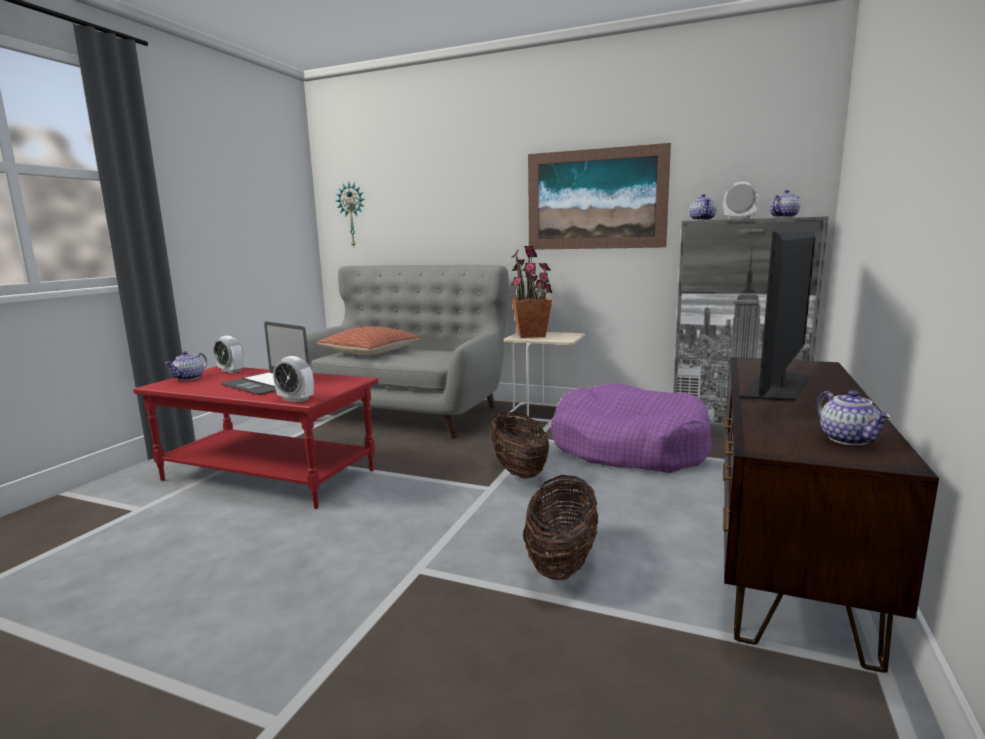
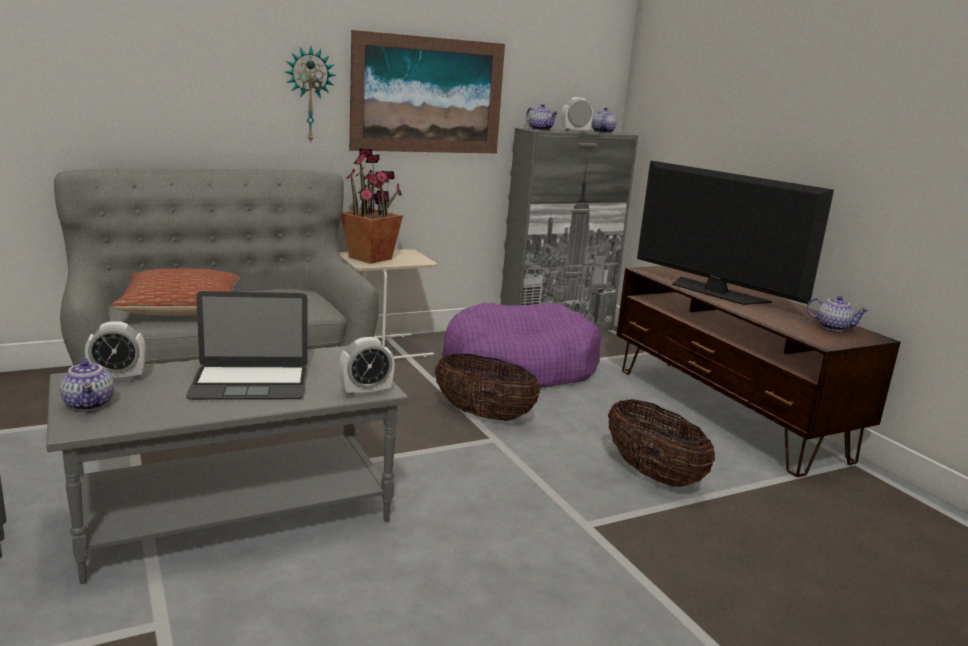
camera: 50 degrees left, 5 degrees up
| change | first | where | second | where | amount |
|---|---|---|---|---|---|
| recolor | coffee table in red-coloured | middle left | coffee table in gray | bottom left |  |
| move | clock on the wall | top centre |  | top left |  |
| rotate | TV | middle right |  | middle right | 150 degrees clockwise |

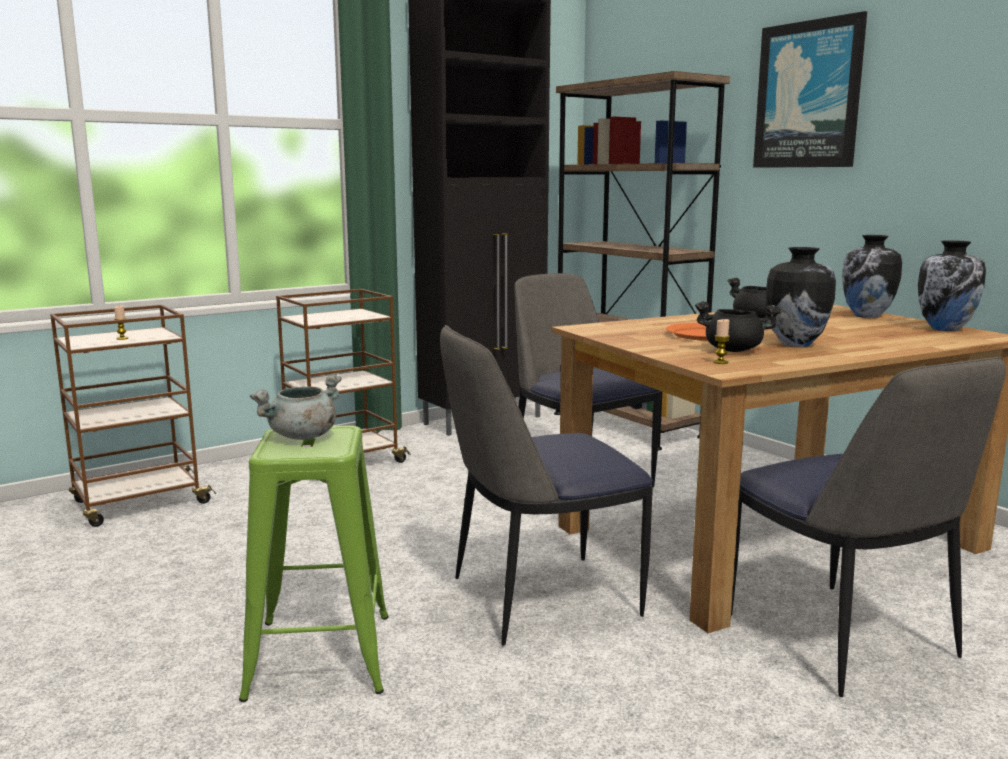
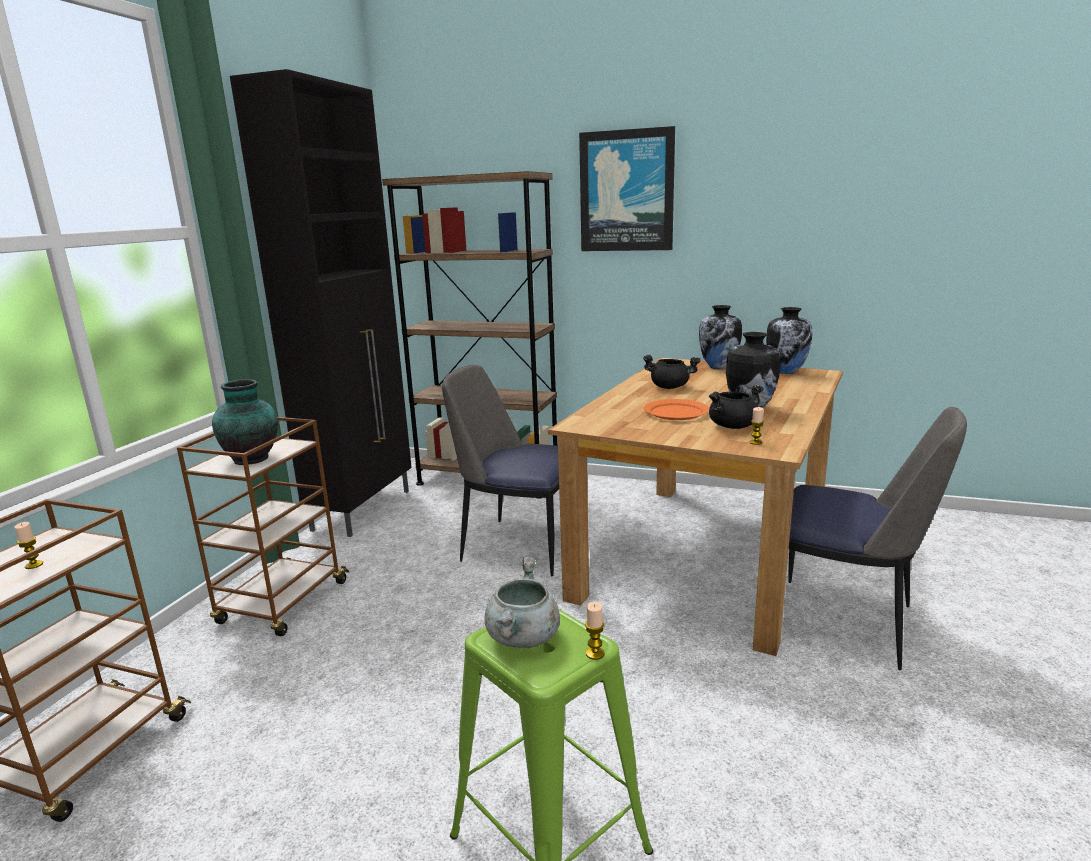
camera: 35 degrees left, 5 degrees up
| change | first | where | second | where | amount |
|---|---|---|---|---|---|
| delete | chair (1st from left) | centre |  |  |  |
| insert |  |  | flower vase (1st from left) | middle left |  |
| insert |  |  | candle (2nd from left) | bottom centre |  |

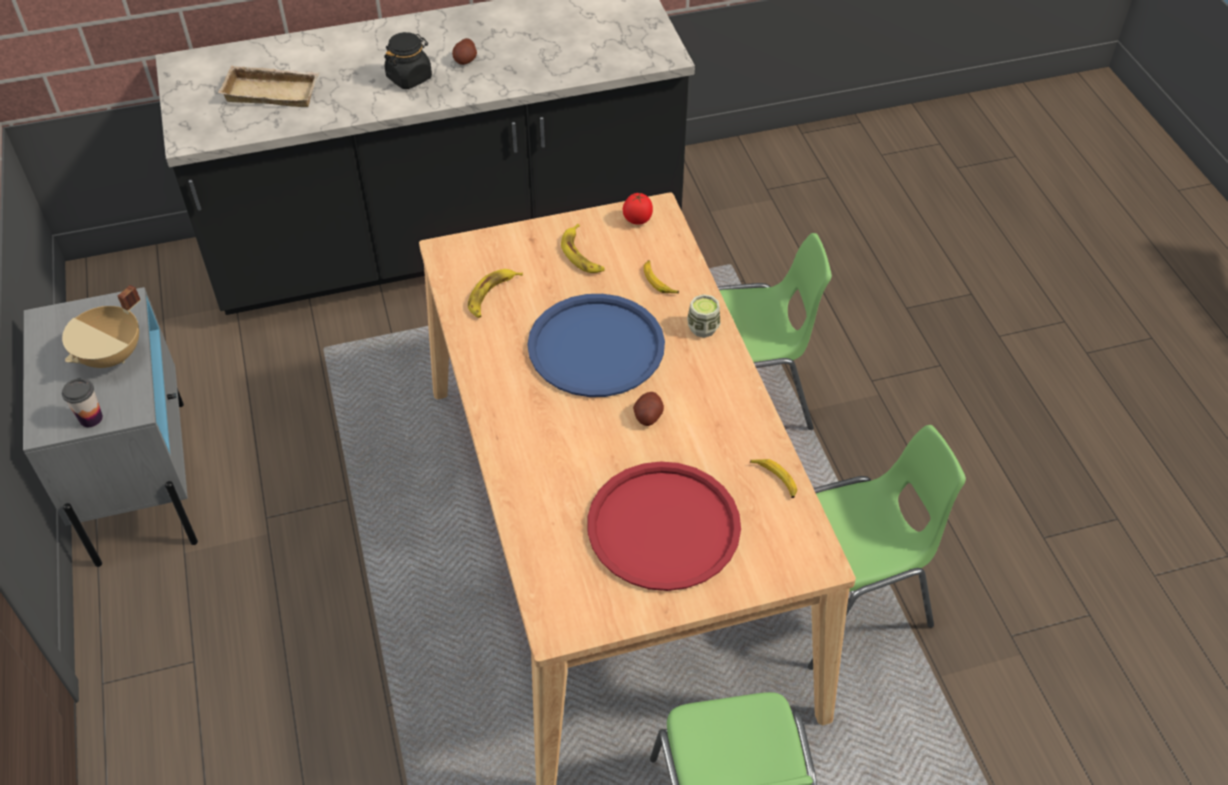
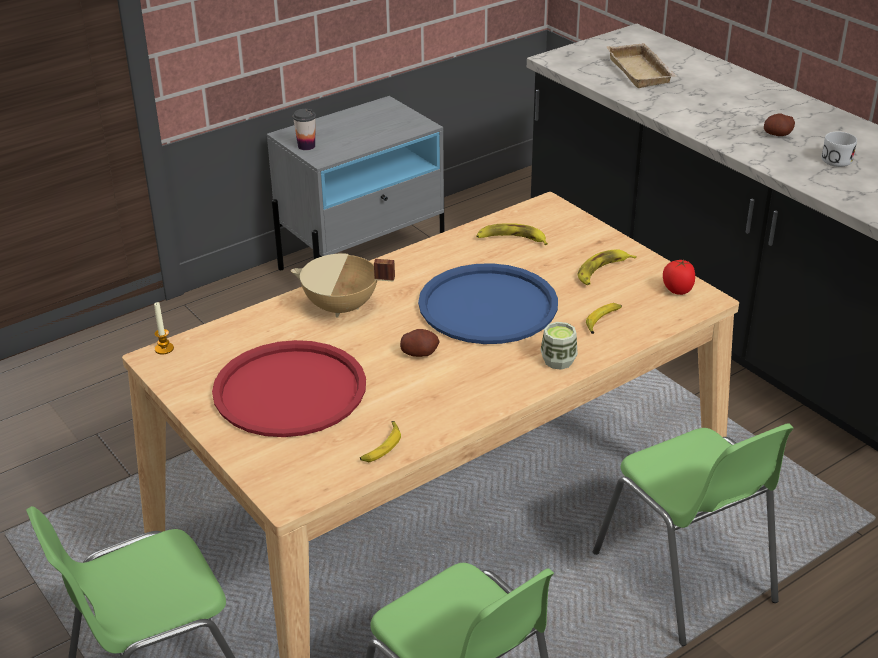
camera: 70 degrees right, 15 degrees down
| change | first | where | second | where | amount |
|---|---|---|---|---|---|
| move | stockpot in beige | middle left |  | centre |  |
| delete | jar in black-coloured | top left |  |  |  |
| insert |  |  | candle | middle left |  |
| insert |  |  | coffee mug in white | top right |  |

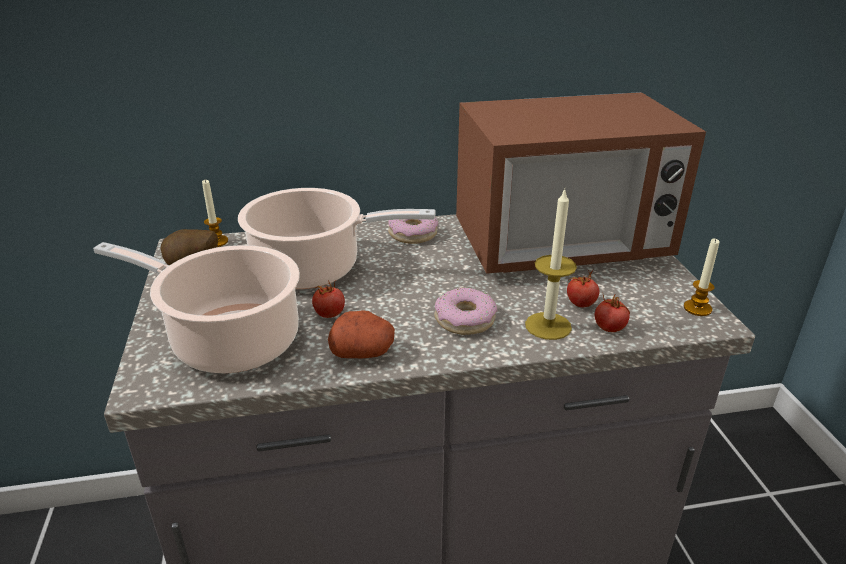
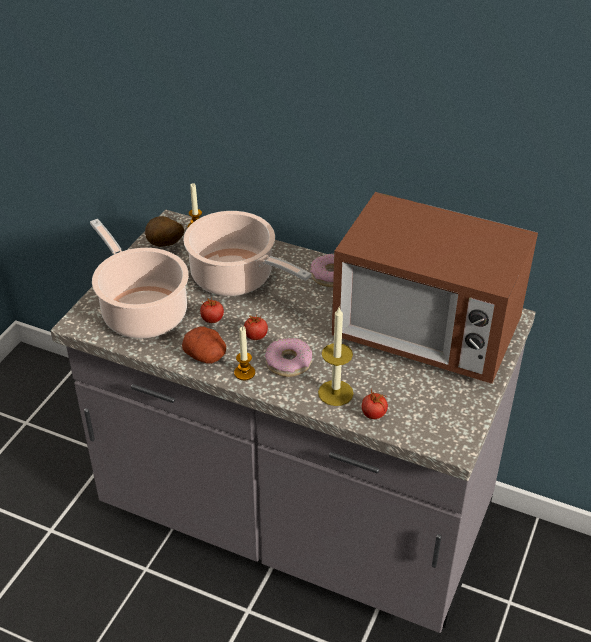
camera: 35 degrees right, 10 degrees up
| change | first | where | second | where | amount |
|---|---|---|---|---|---|
| move | tomato (2nd from left) | middle right |  | centre |  |
| move | candle (3rd from left in the first image) | middle right | candle (2nd from left) | centre |  |

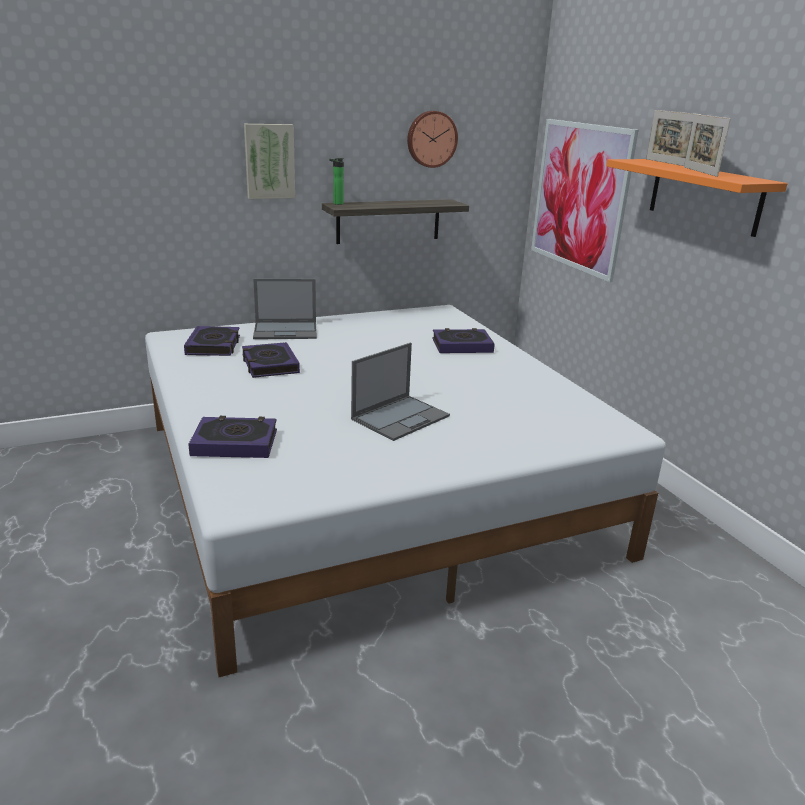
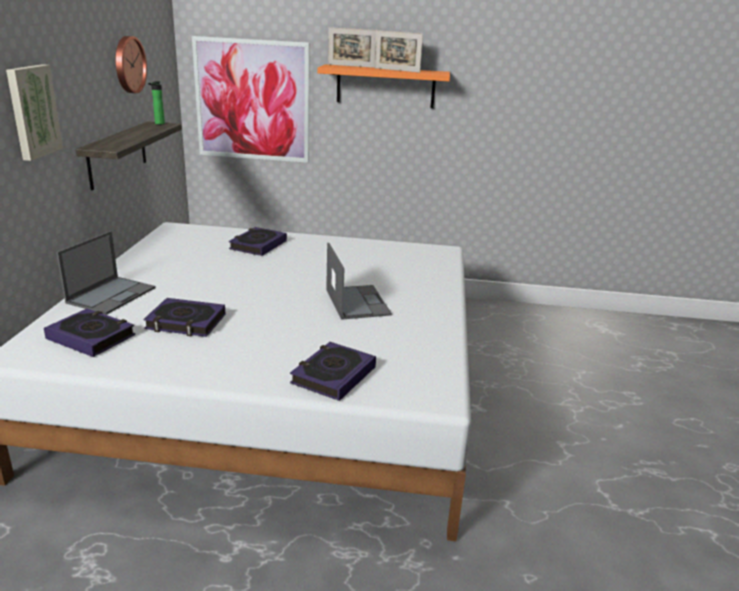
camera: 60 degrees left, 0 degrees up
| change | first | where | second | where | amount |
|---|---|---|---|---|---|
| move | drink bottle | top centre |  | top left |  |

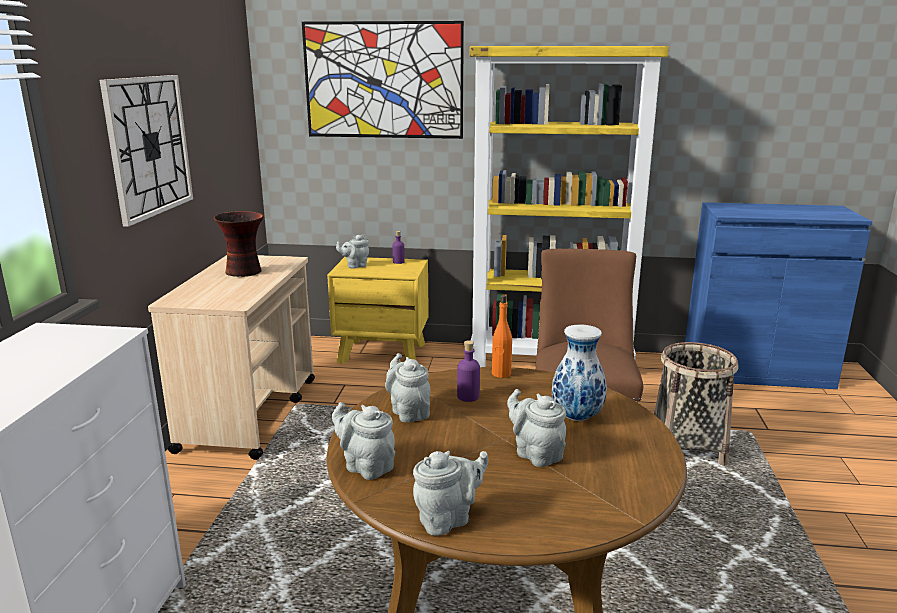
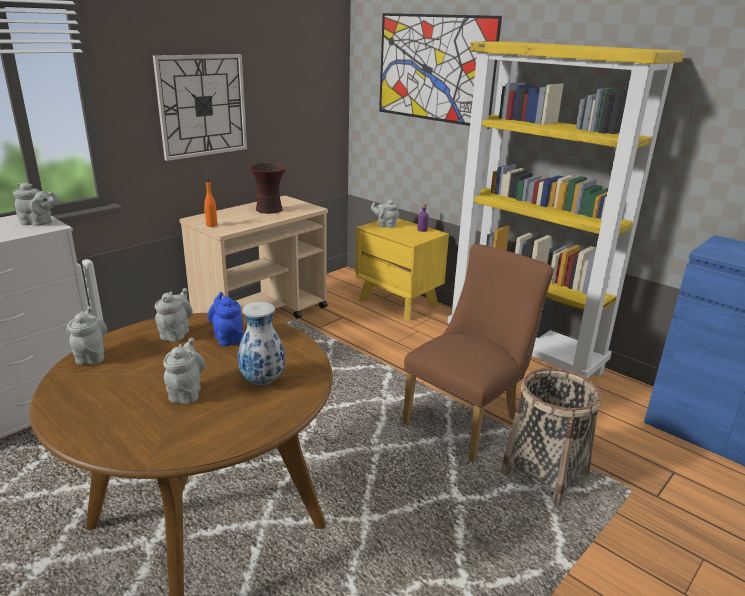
camera: 35 degrees right, 5 degrees up
| change | first | where | second | where | amount |
|---|---|---|---|---|---|
| move | tea pot in gray (4th from left in the first image) | bottom centre | tea pot in gray (1st from left) | middle left |  |
| replace | drink bottle in purple (2nd from left) | centre | tea pot in blue | middle left |  |
| move | drink bottle in orange-coloured | centre |  | middle left |  |

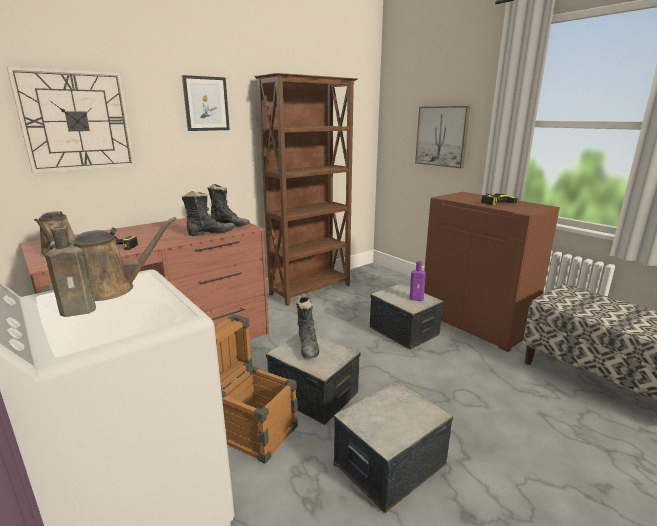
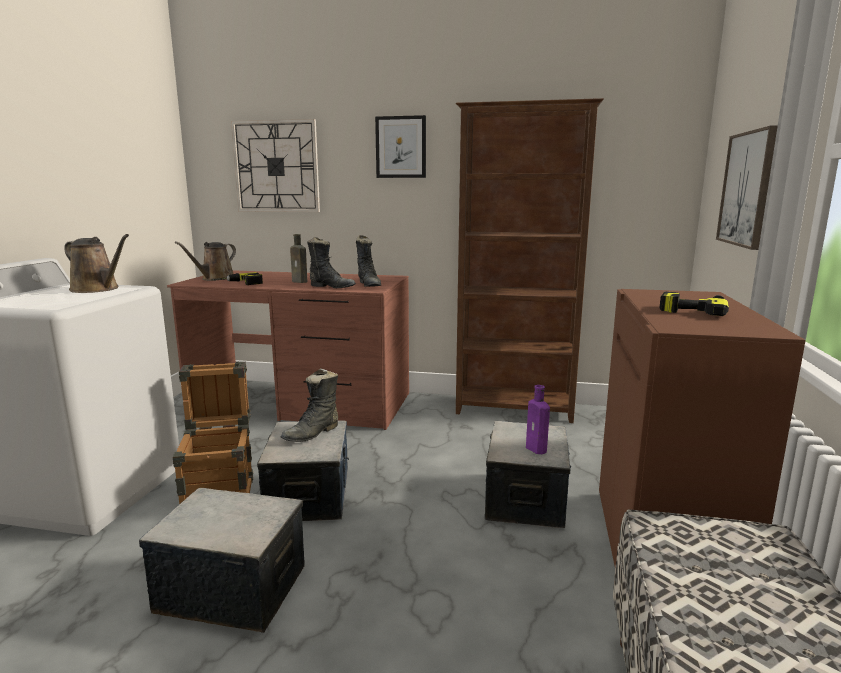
camera: 50 degrees right, 5 degrees down
| change | first | where | second | where | amount |
|---|---|---|---|---|---|
| move | drink bottle in brown-coloured | middle left |  | centre |  |

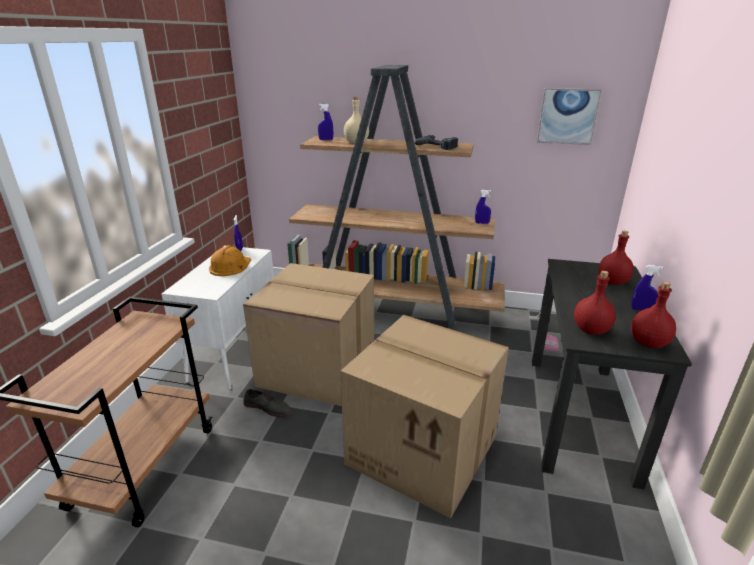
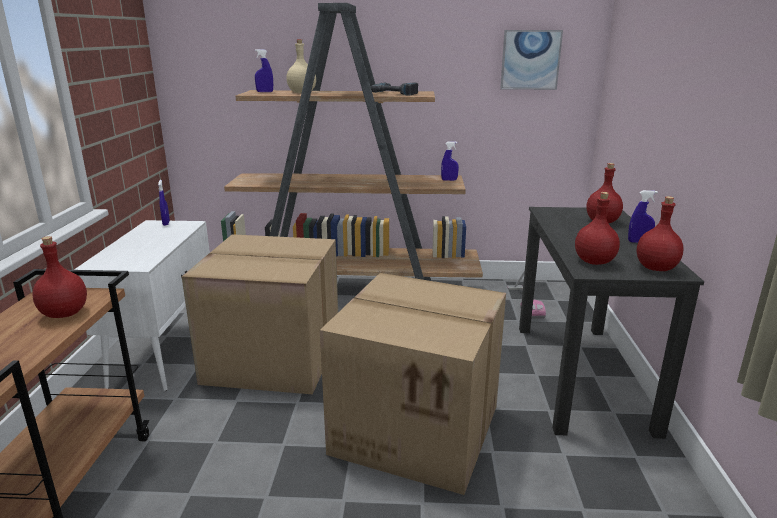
camera: 10 degrees left, 5 degrees down
| change | first | where | second | where | amount |
|---|---|---|---|---|---|
| delete | work helmet in orange-coloured | middle left |  |  |  |
| delete | low shoe in gray | bottom centre |  |  |  |
| insert |  |  | drink bottle in red-coloured (1st from left) | middle left |  |

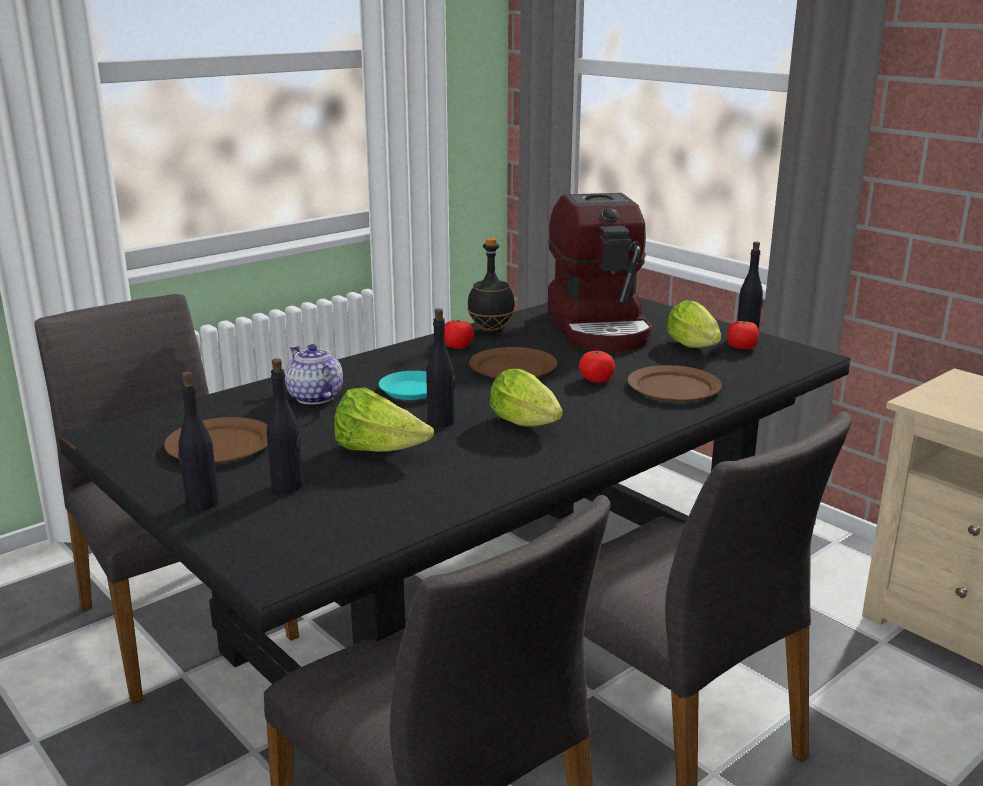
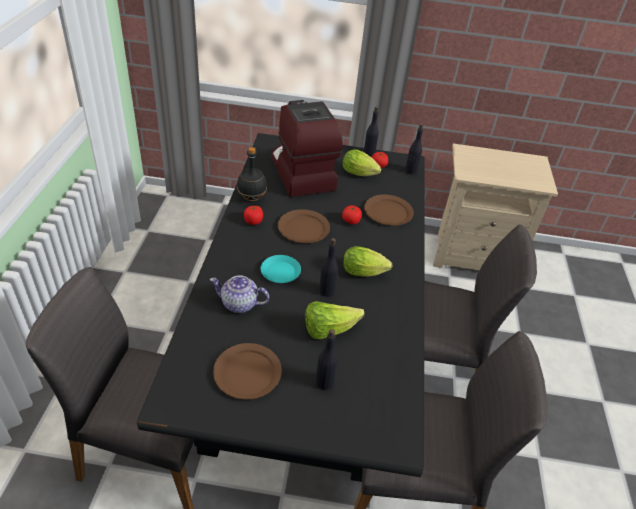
camera: 45 degrees left, 20 degrees up
| change | first | where | second | where | amount |
|---|---|---|---|---|---|
| move | drink bottle in black-coloured (1st from left in the first image) | middle left | drink bottle in black-coloured (5th from left) | top centre |  |
| rotate | coffee machine | centre |  | top centre | 150 degrees counterclockwise |

